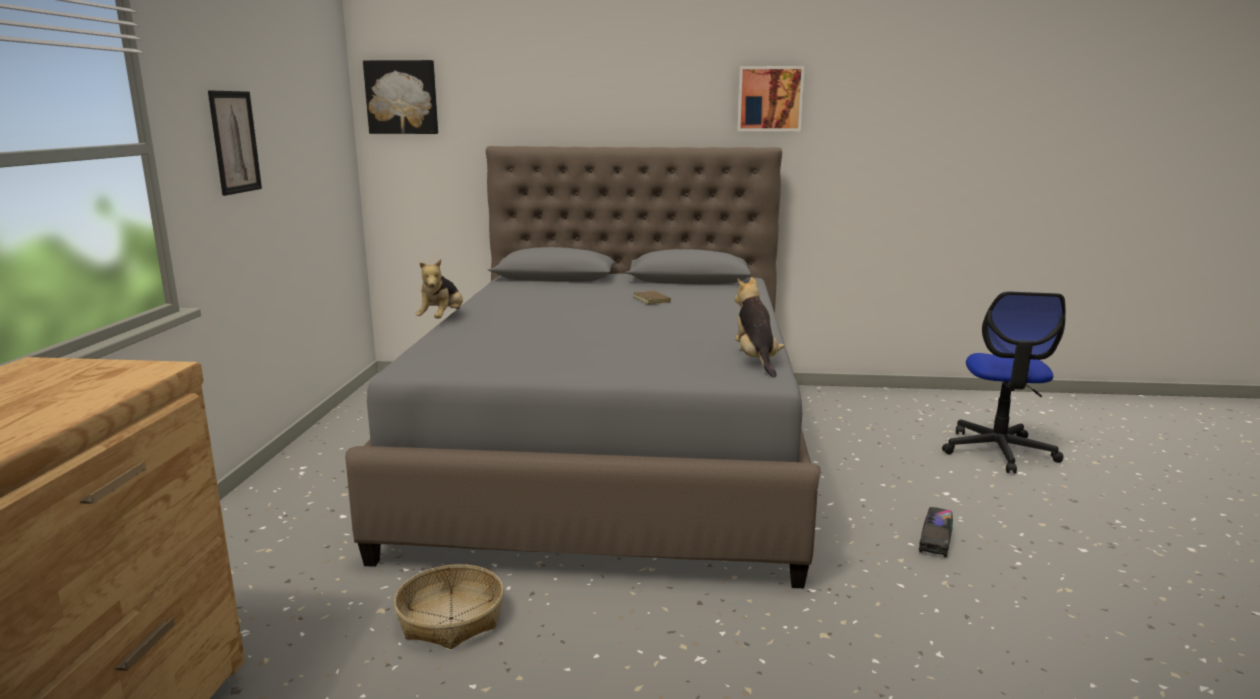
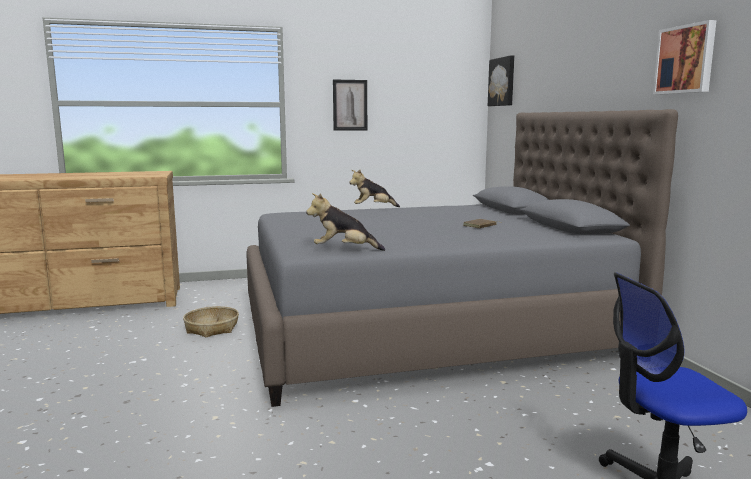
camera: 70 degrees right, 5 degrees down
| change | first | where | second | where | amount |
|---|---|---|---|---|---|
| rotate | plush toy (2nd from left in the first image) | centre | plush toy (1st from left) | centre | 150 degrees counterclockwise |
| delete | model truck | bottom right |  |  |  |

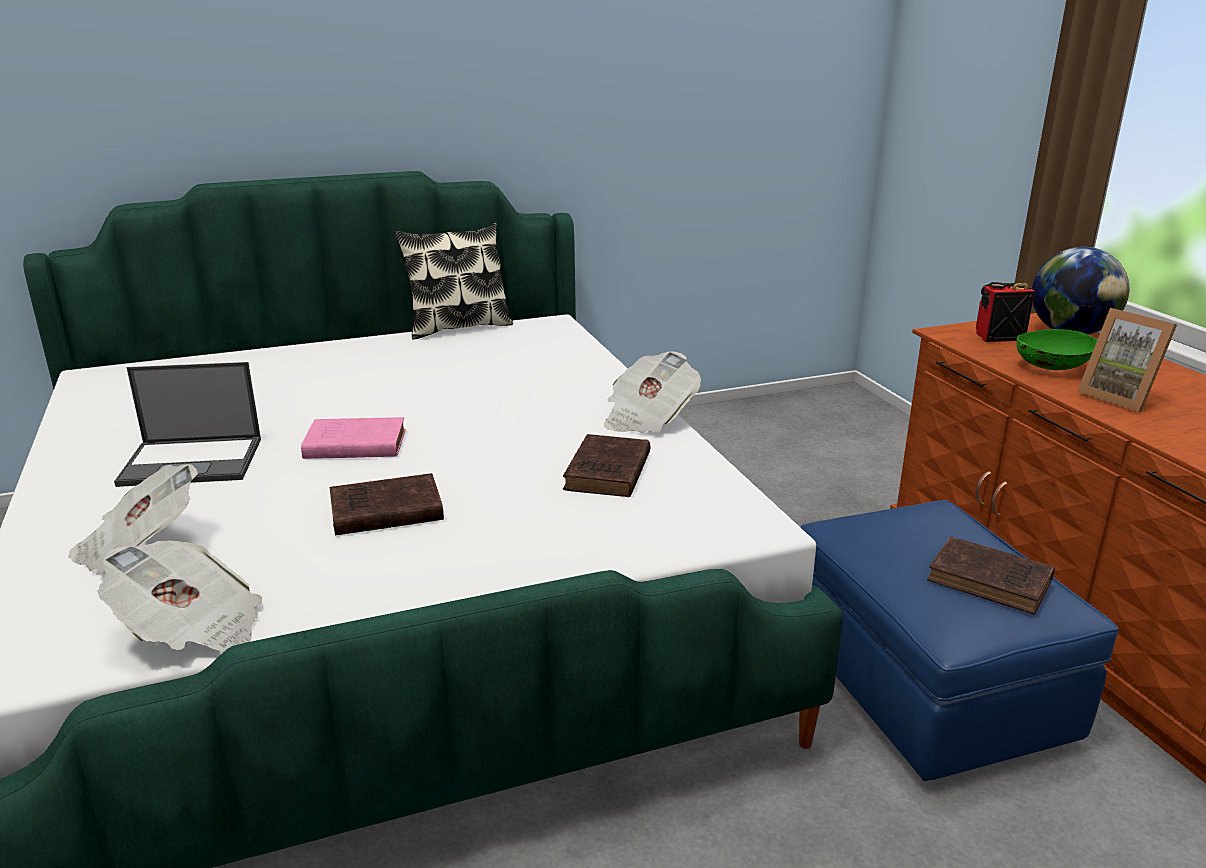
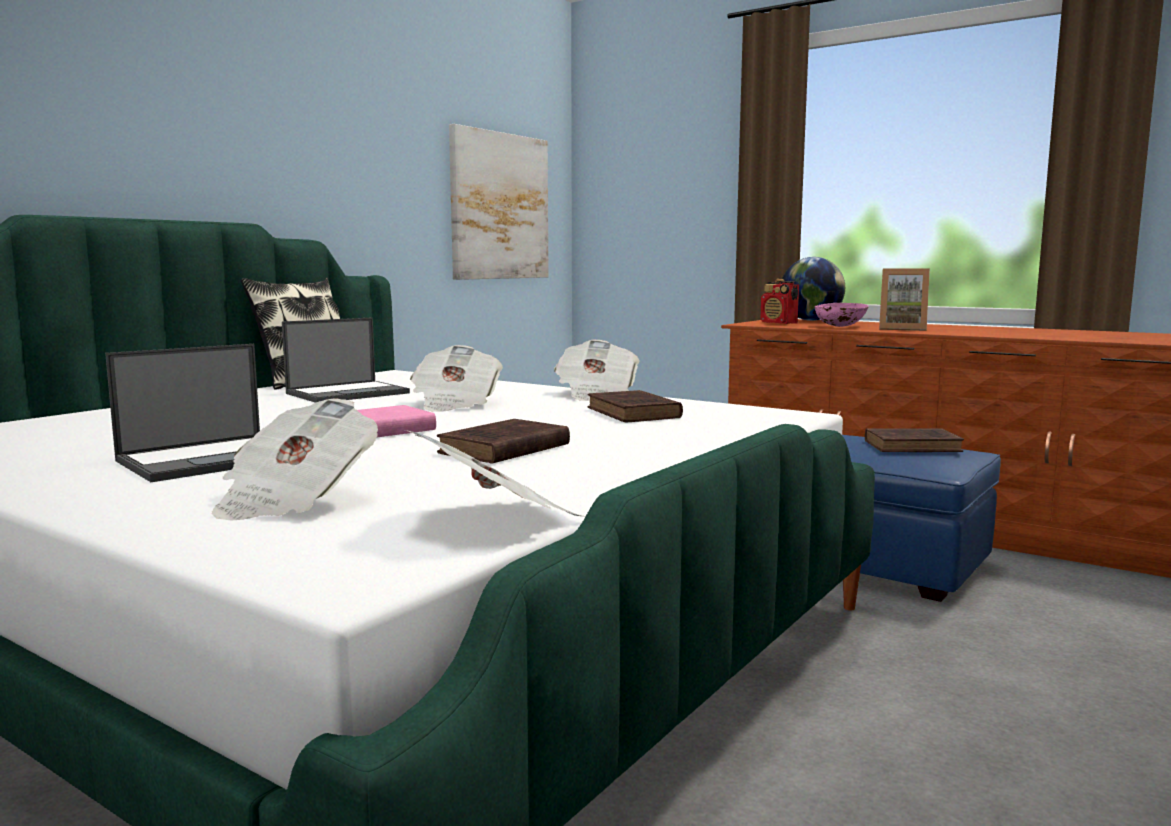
camera: 35 degrees left, 15 degrees down
| change | first | where | second | where | amount |
|---|---|---|---|---|---|
| rotate | radio receiver | middle right |  | centre | 90 degrees counterclockwise |
| recolor | bowl in greenish | middle right | bowl in pinkish | middle right |  |
| insert |  |  | portable computer (2nd from left) | middle left |  |
| insert |  |  | printed paper (2nd from left) | centre |  |
| insert |  |  | picture | top centre |  |

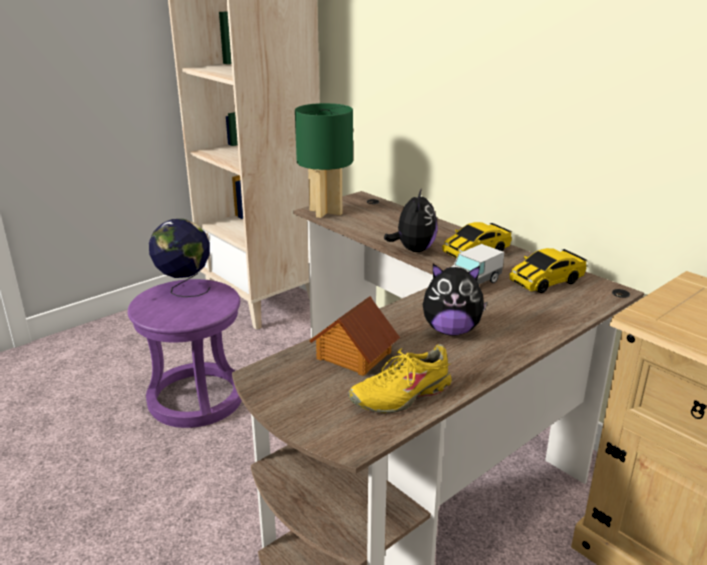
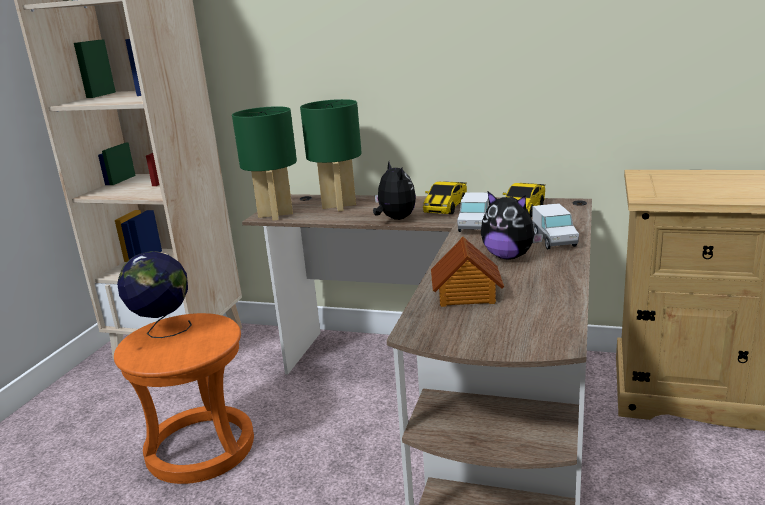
camera: 30 degrees left, 5 degrees down
| change | first | where | second | where | amount |
|---|---|---|---|---|---|
| recolor | sitting stool in purple | middle left | sitting stool in orange-coloured | bottom left |  |
| delete | low shoe in yellow-coloured | bottom centre |  |  |  |
| rotate | plush toy (2nd from left) | centre |  | middle right | 60 degrees clockwise |
| insert |  |  | table lamp in greenish (2nd from left) | top centre |  |
| insert |  |  | model truck (2nd from left) | middle right |  |

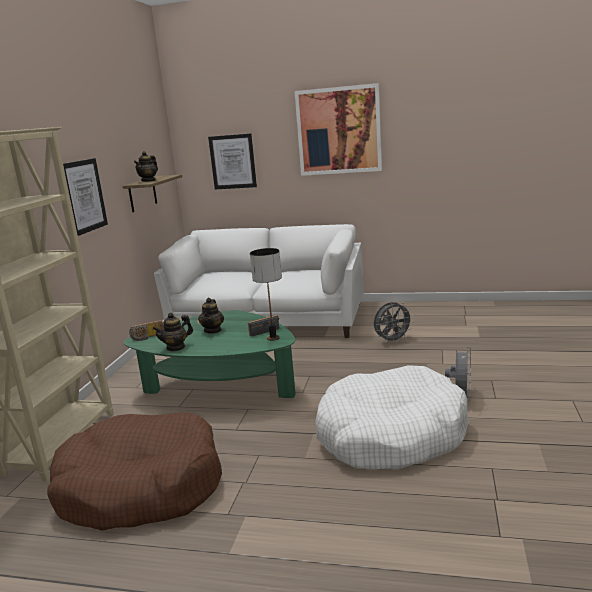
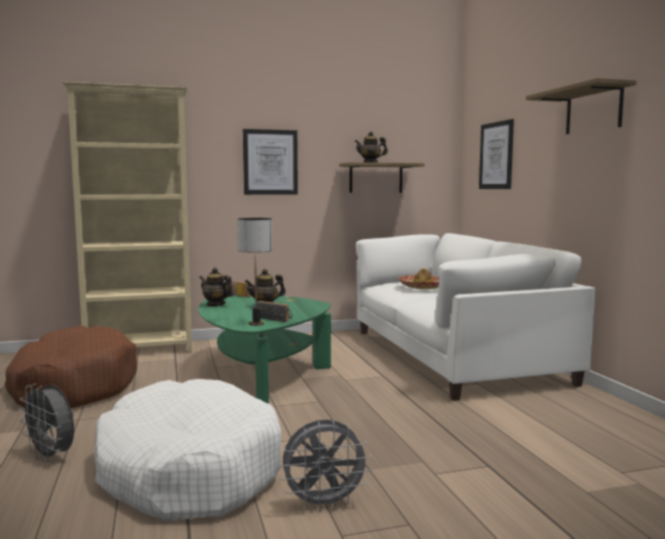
camera: 60 degrees right, 10 degrees down
| change | first | where | second | where | amount |
|---|---|---|---|---|---|
| replace | picture (3rd from left) | top centre | bracket shelf (2nd from left) | top right |  |
| move | electric fan in gray (1st from left) | centre |  | bottom left |  |
| insert |  |  | hat | centre |  |

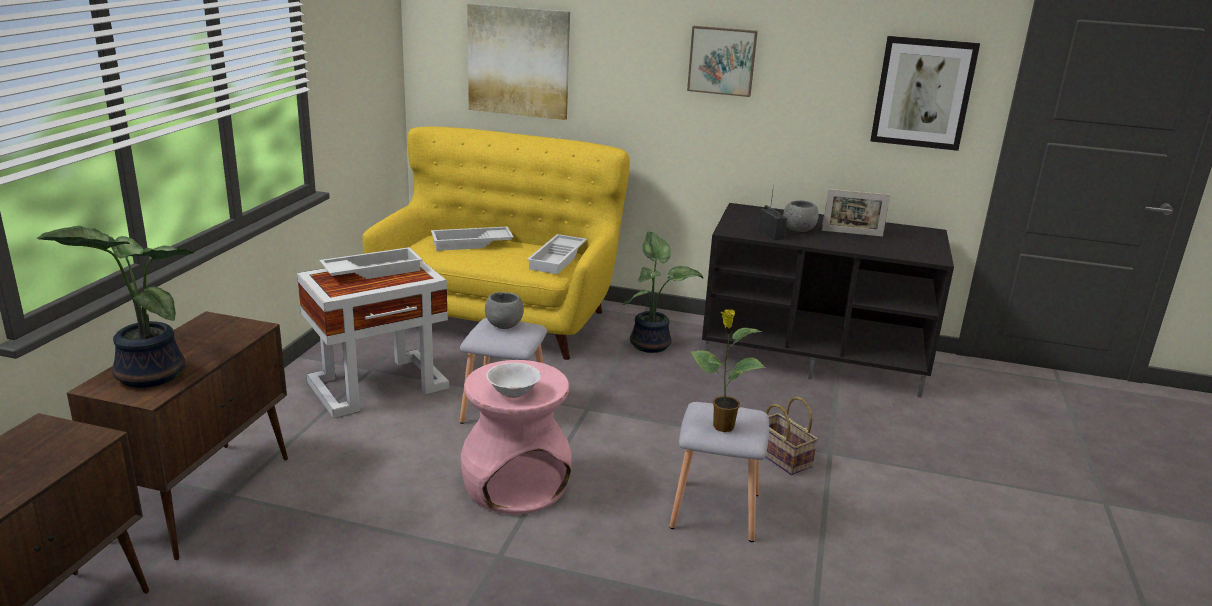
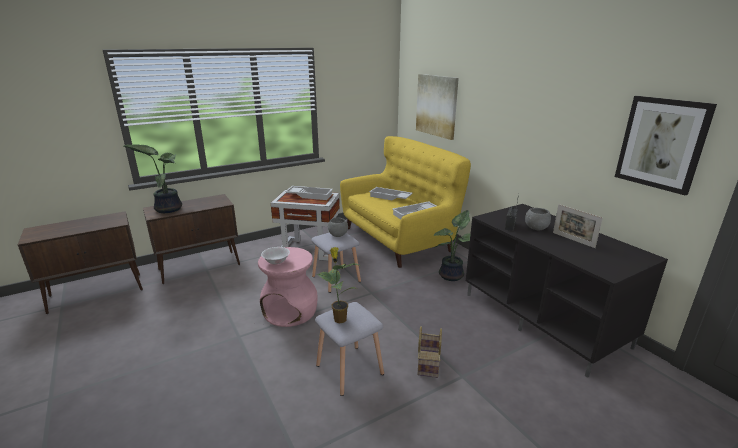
camera: 45 degrees right, 0 degrees up
| change | first | where | second | where | amount |
|---|---|---|---|---|---|
| delete | picture (2nd from left) | top centre |  |  |  |

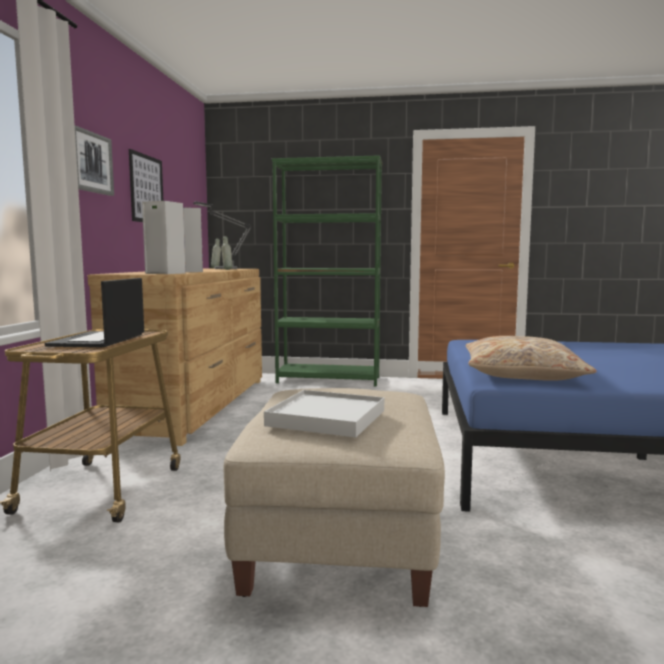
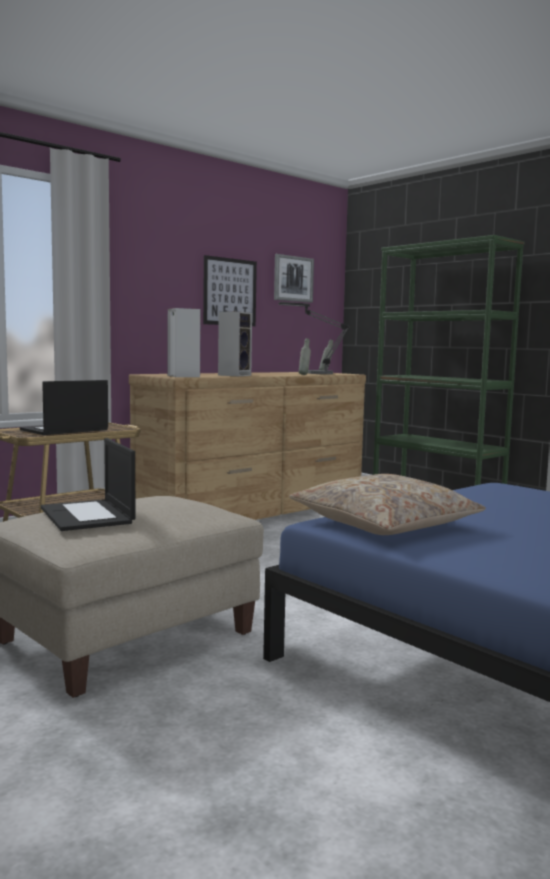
camera: 40 degrees right, 0 degrees up
| change | first | where | second | where | amount |
|---|---|---|---|---|---|
| move | picture (1st from left in the first image) | top left | picture (2nd from left) | top centre |  |
| replace | carrying tray in white | centre | portable computer (2nd from left) | middle left |  |

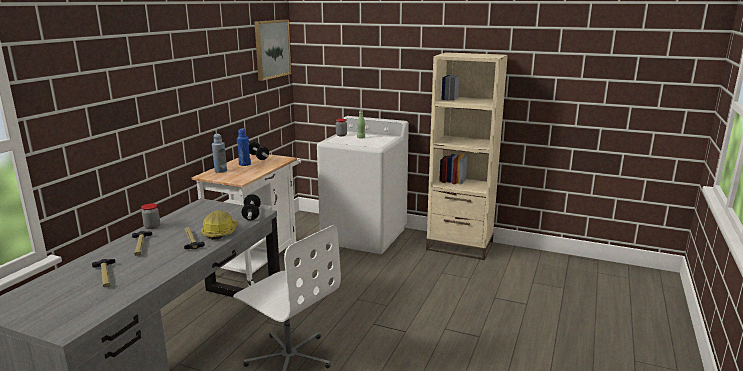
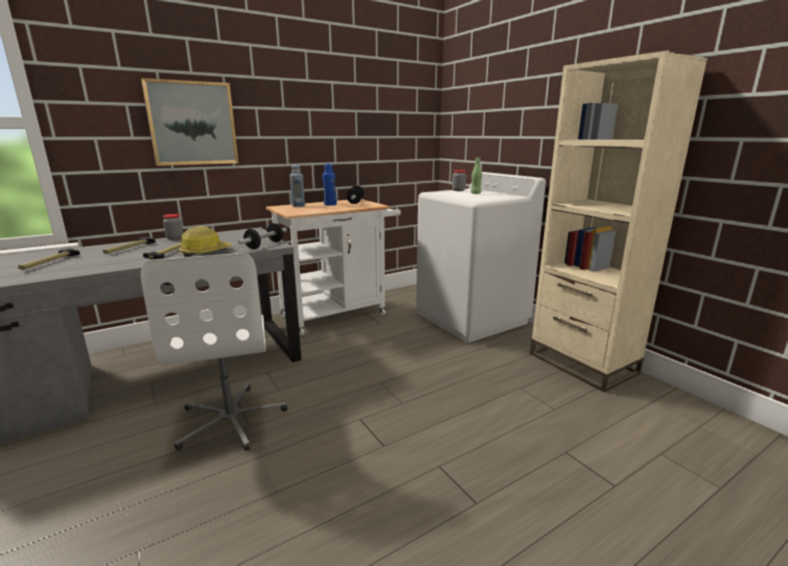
camera: 35 degrees right, 0 degrees up
| change | first | where | second | where | amount |
|---|---|---|---|---|---|
| move | picture | top centre |  | top left |  |

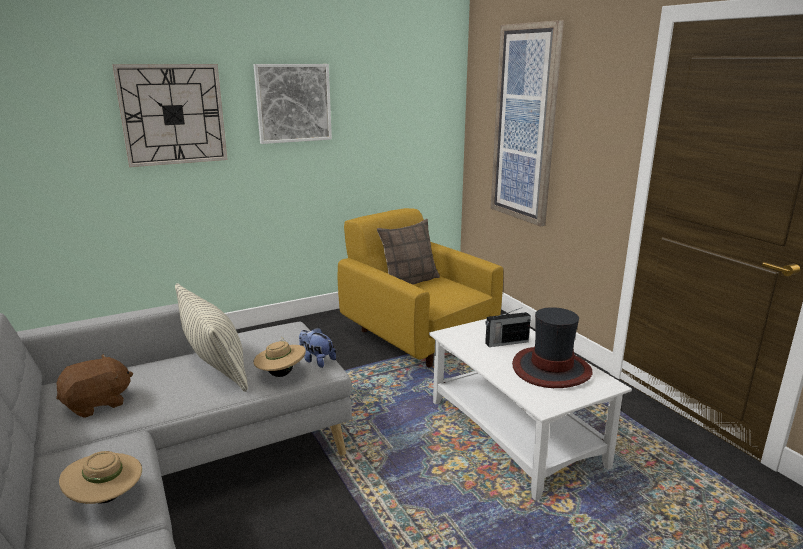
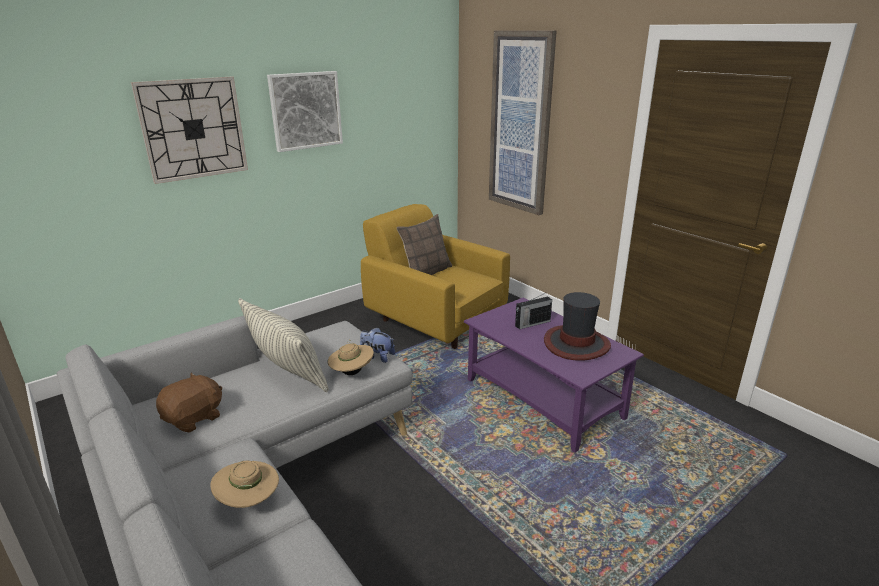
camera: 10 degrees left, 5 degrees up
| change | first | where | second | where | amount |
|---|---|---|---|---|---|
| recolor | coffee table in white | bottom centre | coffee table in purple | centre |  |

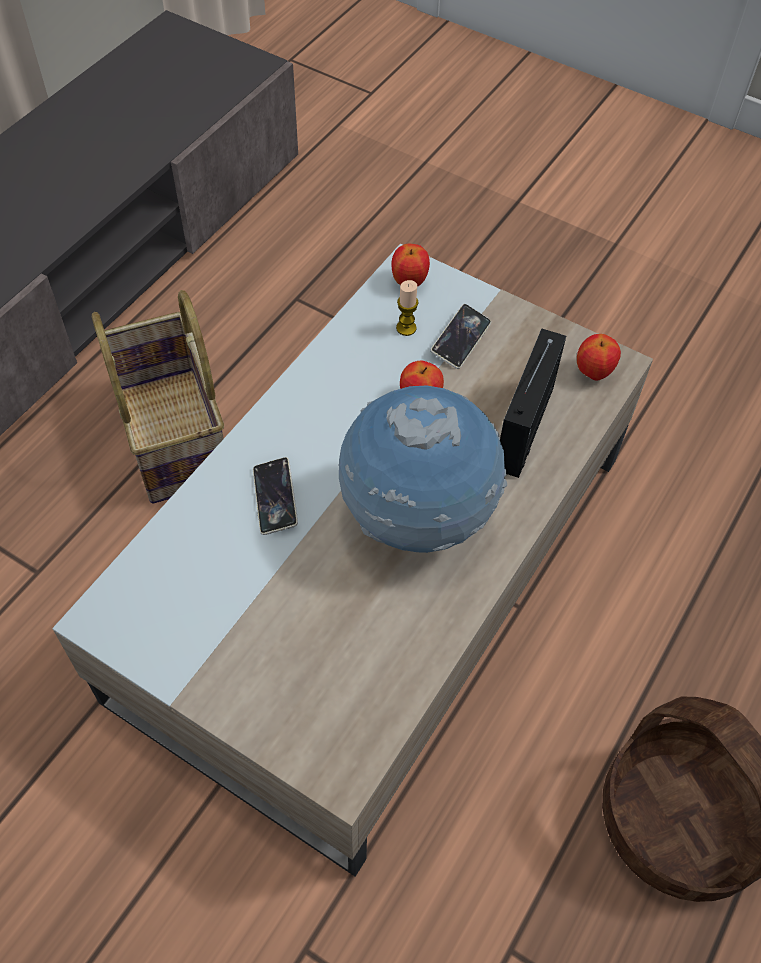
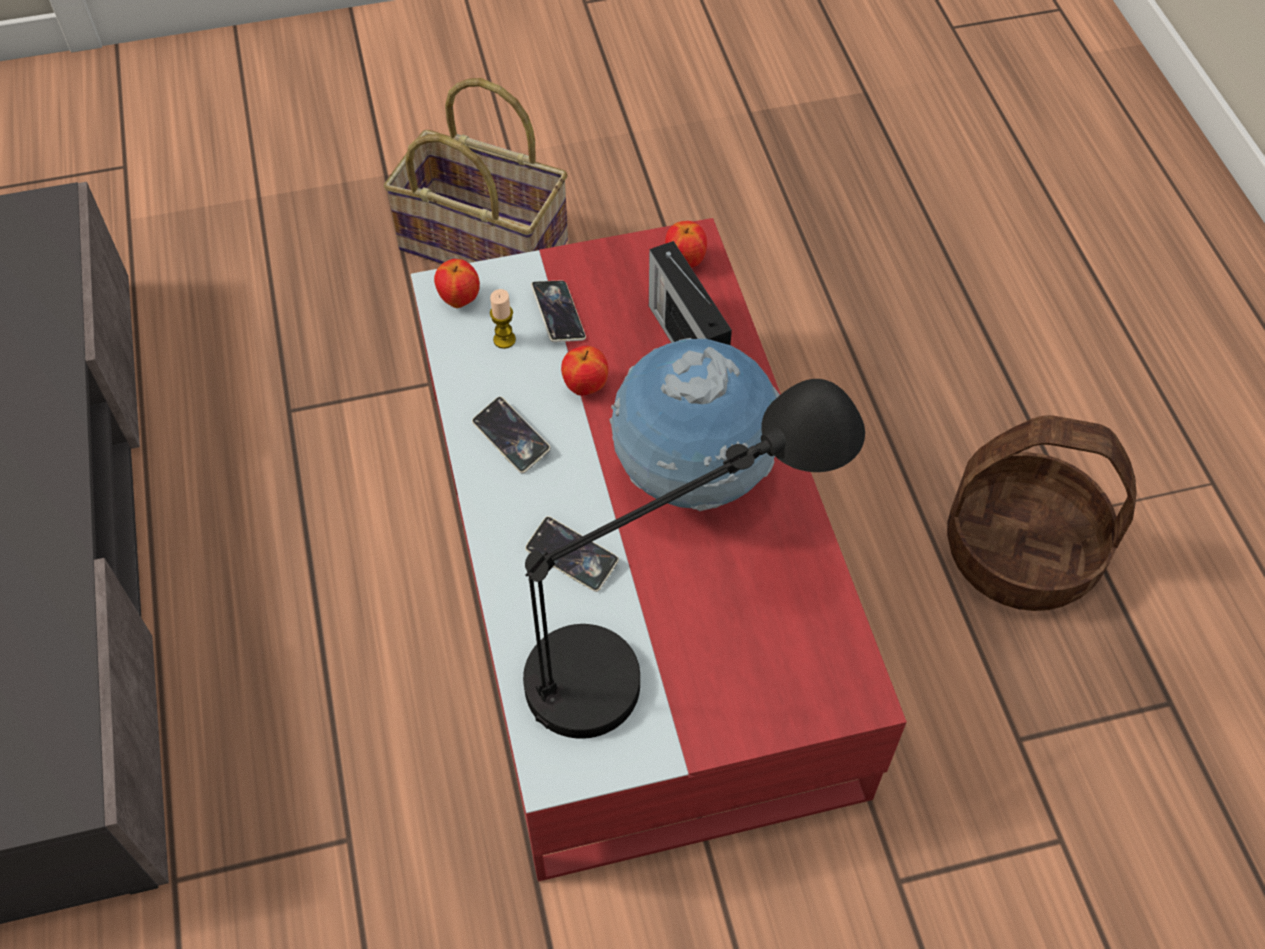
camera: 45 degrees left, 0 degrees up
| change | first | where | second | where | amount |
|---|---|---|---|---|---|
| recolor | coffee table in beige | centre | coffee table in red-coloured | centre |  |
| move | household basket (1st from left) | middle left |  | top centre |  |
| insert |  |  | telephone (1st from left) | centre |  |
| insert |  |  | table lamp in black-coloured | centre |  |

